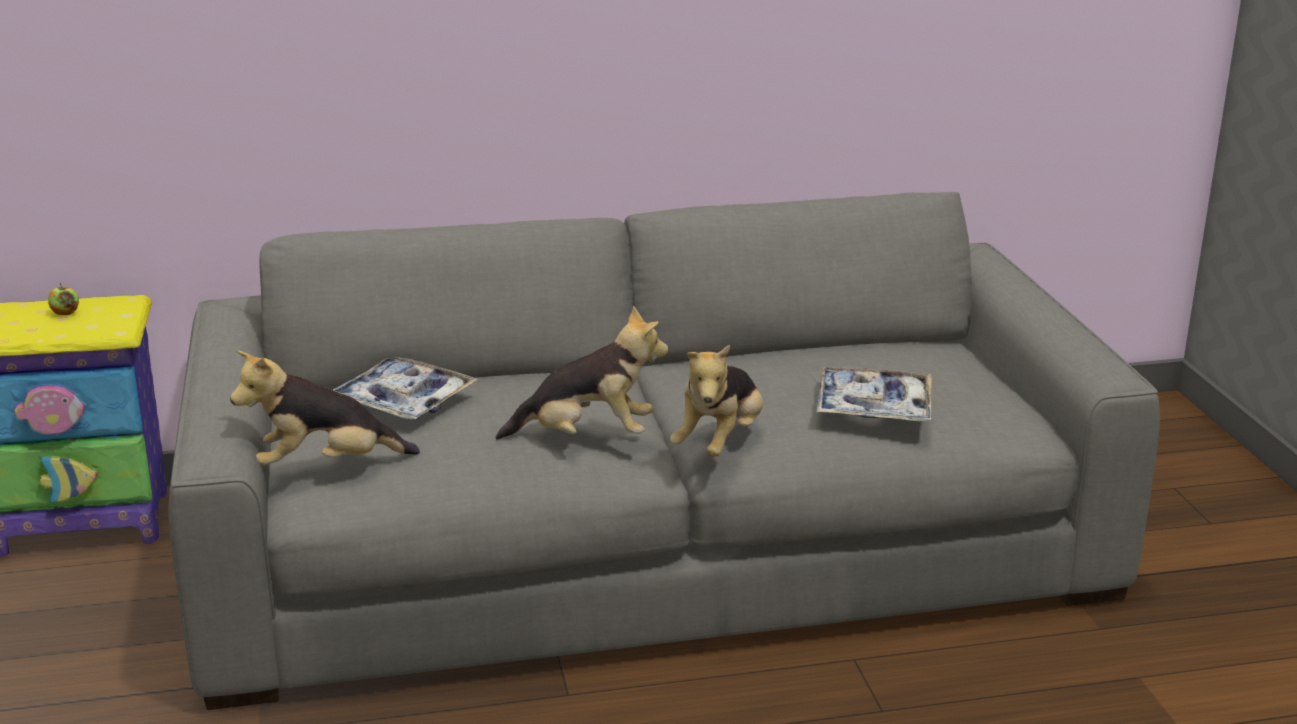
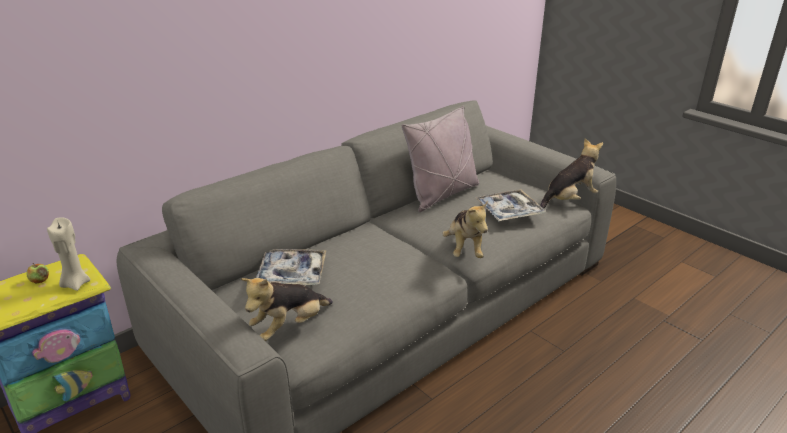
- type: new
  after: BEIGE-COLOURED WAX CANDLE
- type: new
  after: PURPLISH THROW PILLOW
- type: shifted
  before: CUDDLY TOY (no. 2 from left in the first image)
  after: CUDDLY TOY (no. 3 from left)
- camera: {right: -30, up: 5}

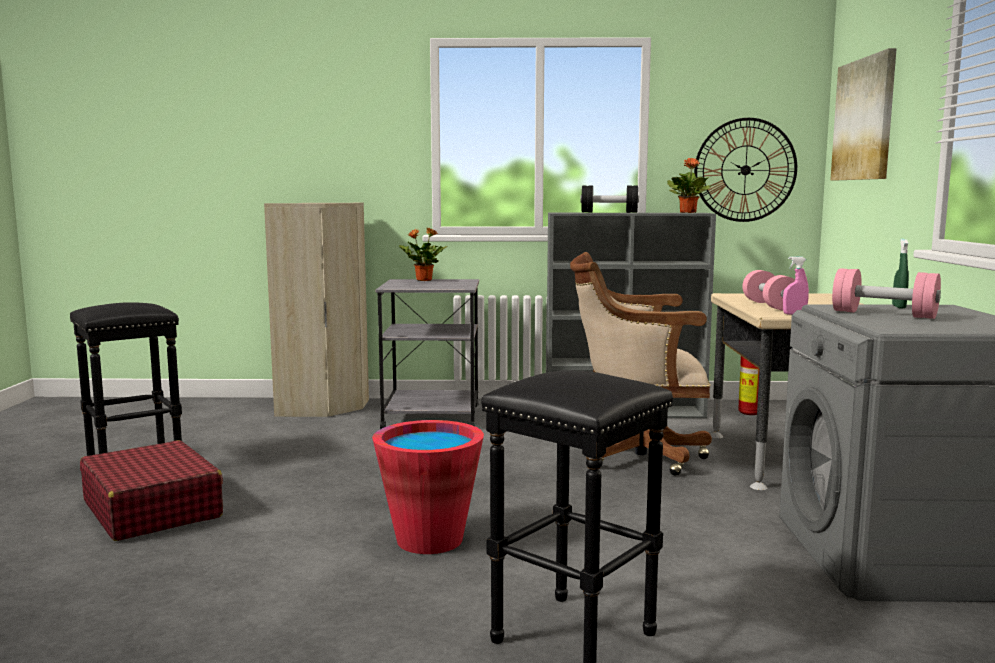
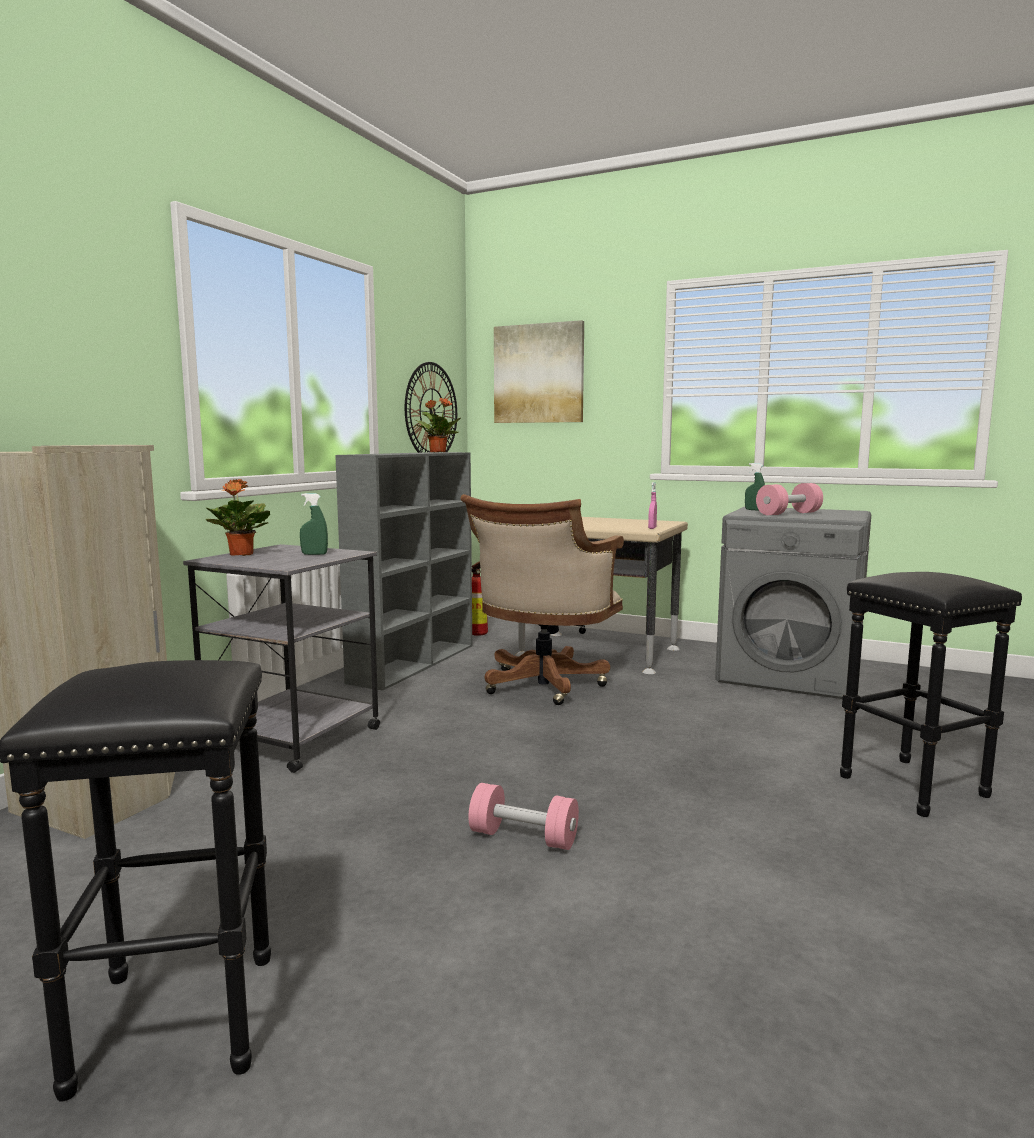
- type: gone
  before: REDDISH TRAVEL CASE
- type: gone
  before: REDDISH BUCKET
- type: gone
  before: BLACKISH HAND WEIGHT
- type: new
  after: GREEN SPRAY BOTTLE (no. 1 from left)
- type: shifted
  before: PINK HAND WEIGHT (no. 1 from left)
- camera: {right: -65, up: 0}

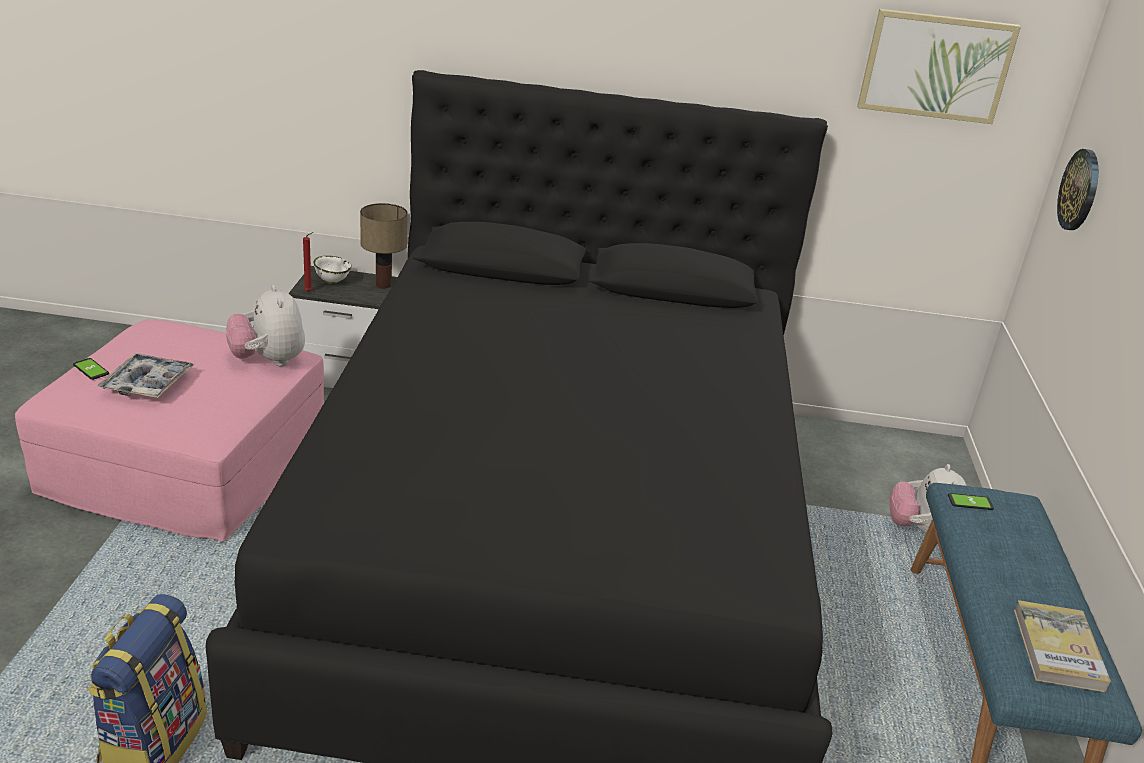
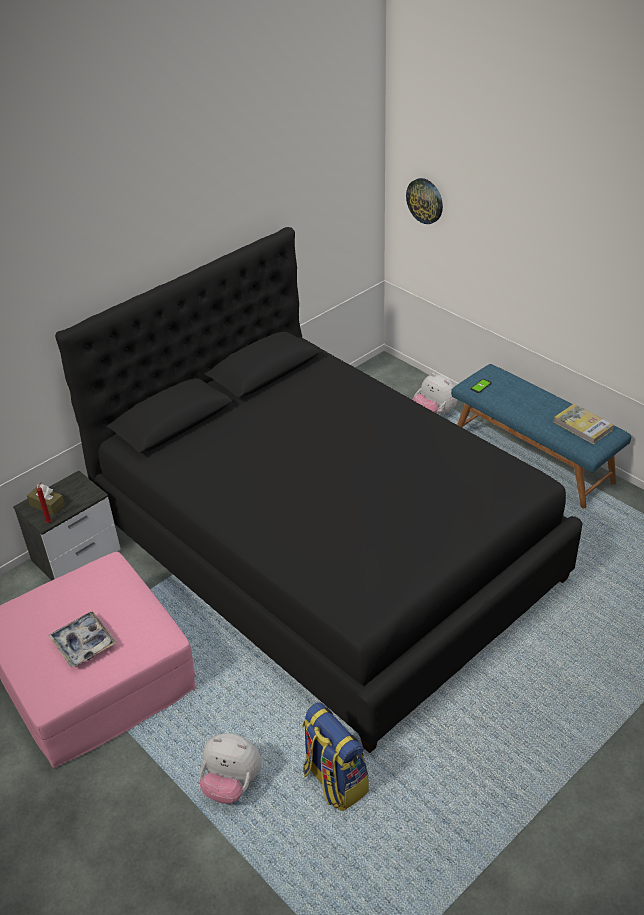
- type: gone
  before: HANDSET (no. 1 from left)
- type: gone
  before: TABLETOP LAMP
- type: gone
  before: WALL ART
- type: shifted
  before: CUDDLY TOY (no. 1 from left)
- type: swapped
  before: WHITE DEEP DISH
  after: BROWN-COLOURED TISSUE BOX
- camera: {right: -45, up: 10}

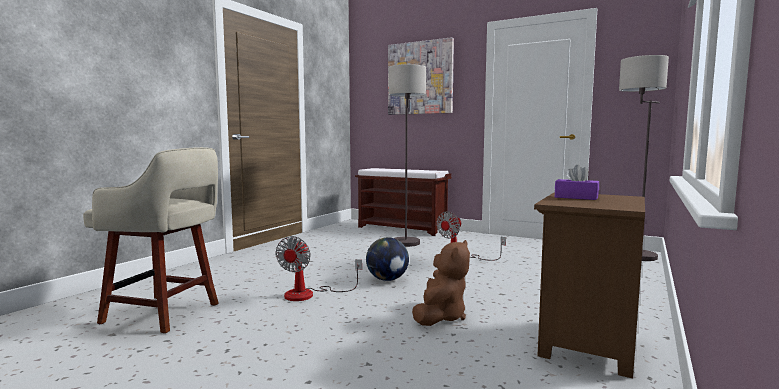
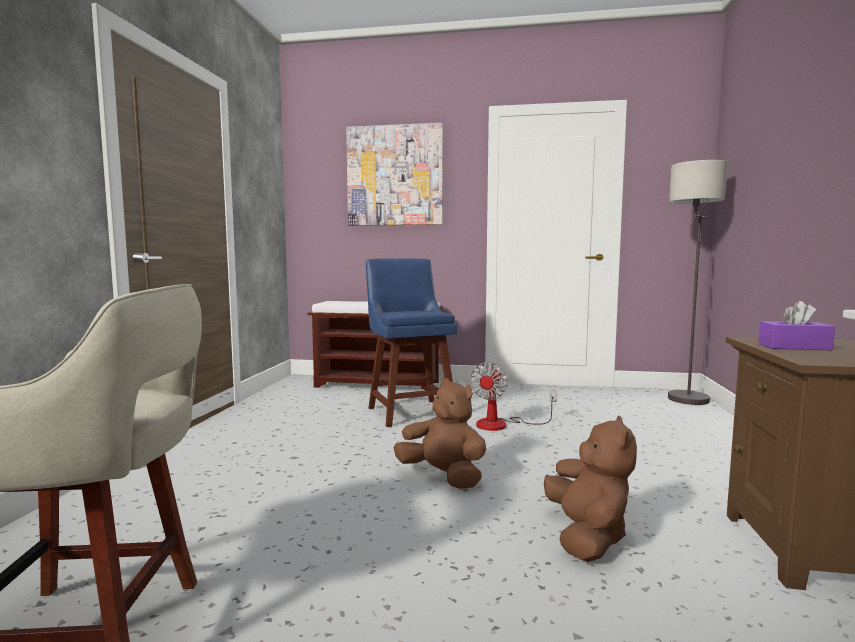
- type: gone
  before: COOLING FAN (no. 1 from left)
- type: swapped
  before: GLOBE
  after: BROWN-COLOURED CUDDLY TOY (no. 1 from left)
- type: swapped
  before: GREY FLOOR LAMP (no. 1 from left)
  after: BLUISH UPRIGHT CHAIR
- camera: {right: -20, up: 0}

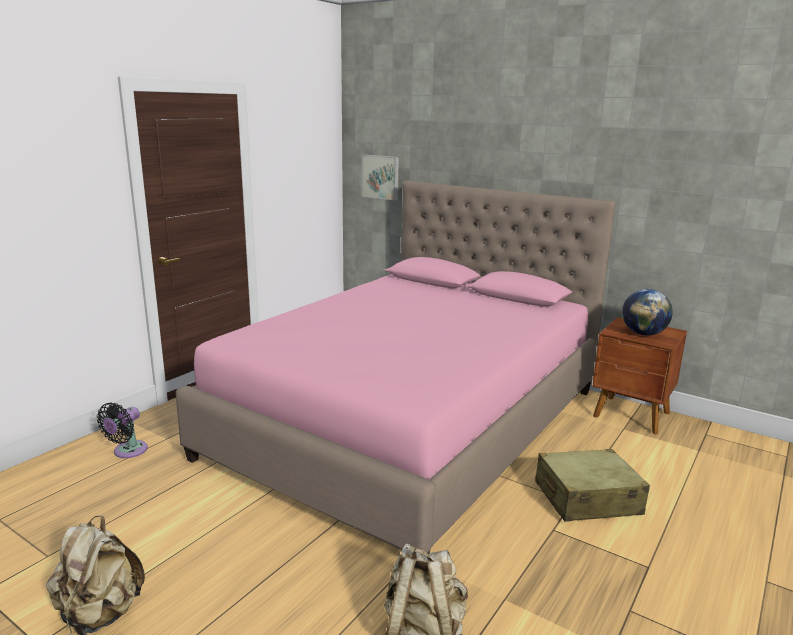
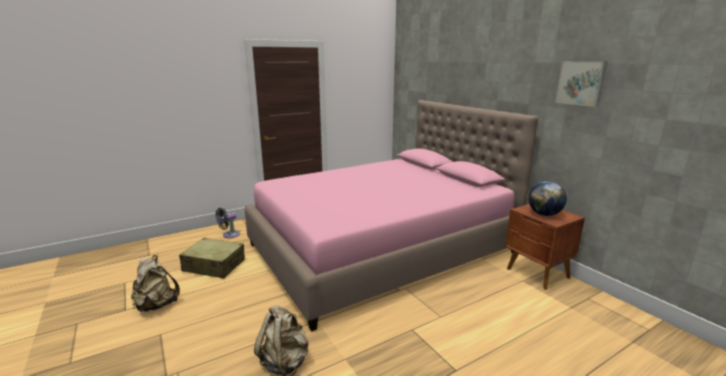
- type: shifted
  before: WALL ART
- type: shifted
  before: BEIGE-COLOURED TRAVEL CASE
- camera: {right: 25, up: 0}

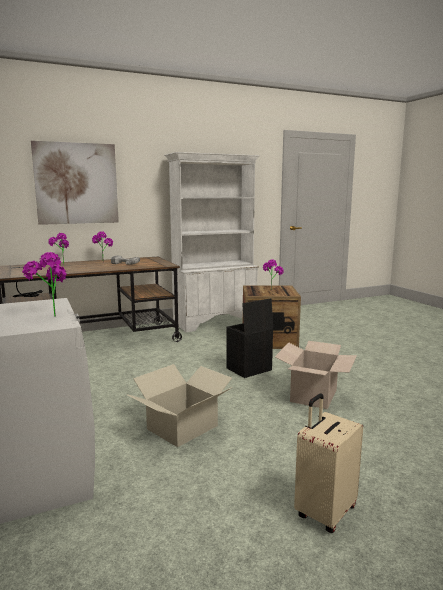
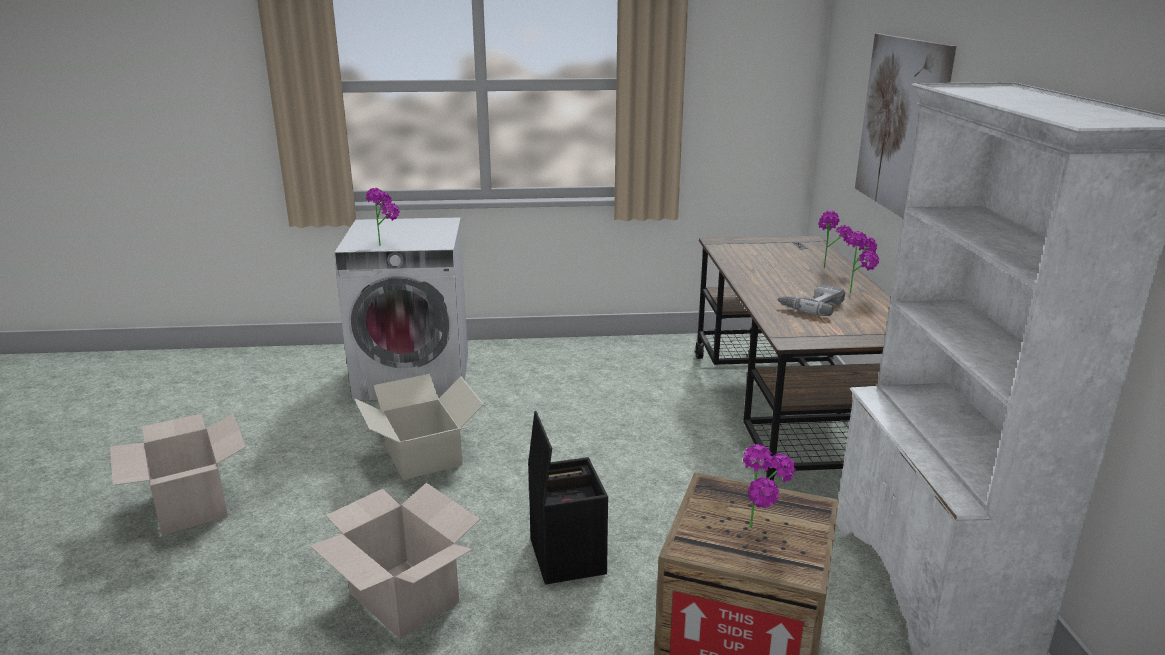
- type: swapped
  before: BEIGE-COLOURED TRAVEL CASE
  after: CARTON (no. 1 from left)
- camera: {right: 110, up: 10}

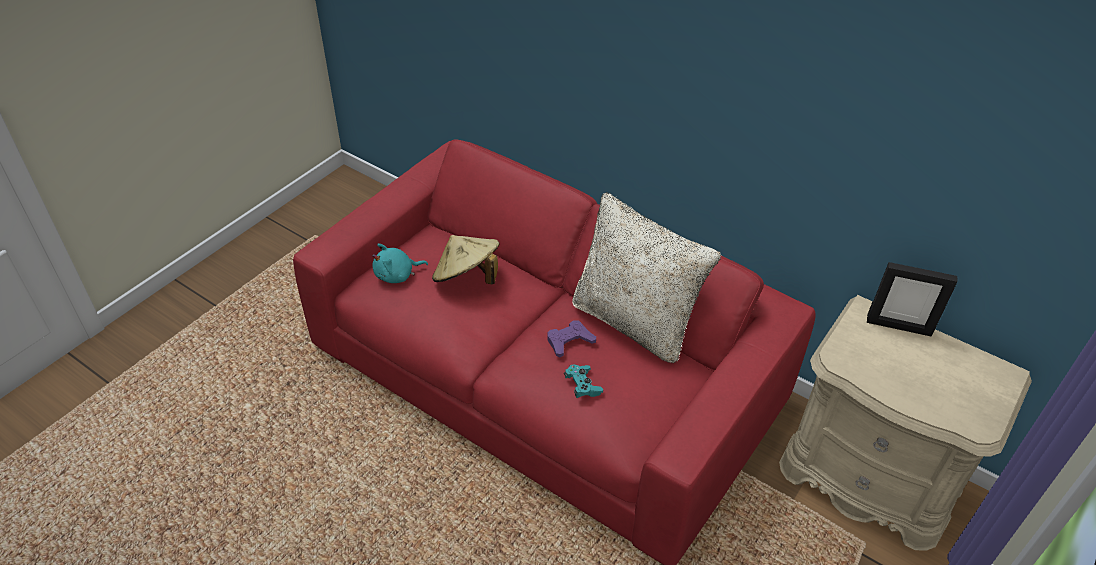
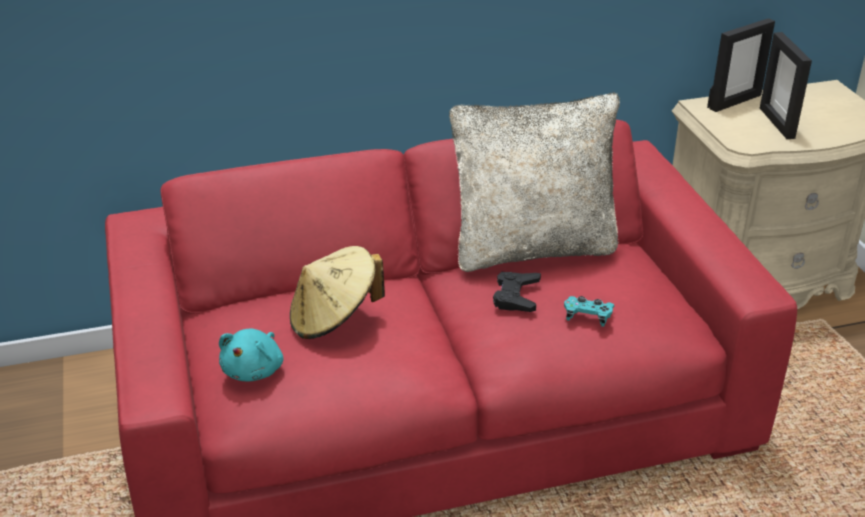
- type: new
  after: PHOTO FRAME (no. 2 from left)
- type: repainted
  before: PURPLISH JOYPAD
  after: BLACKISH JOYPAD
- camera: {right: -50, up: -10}

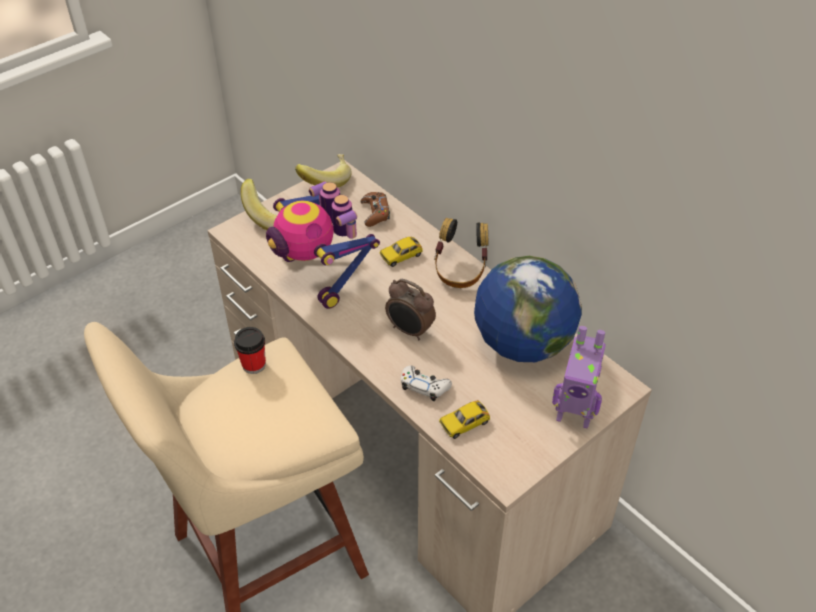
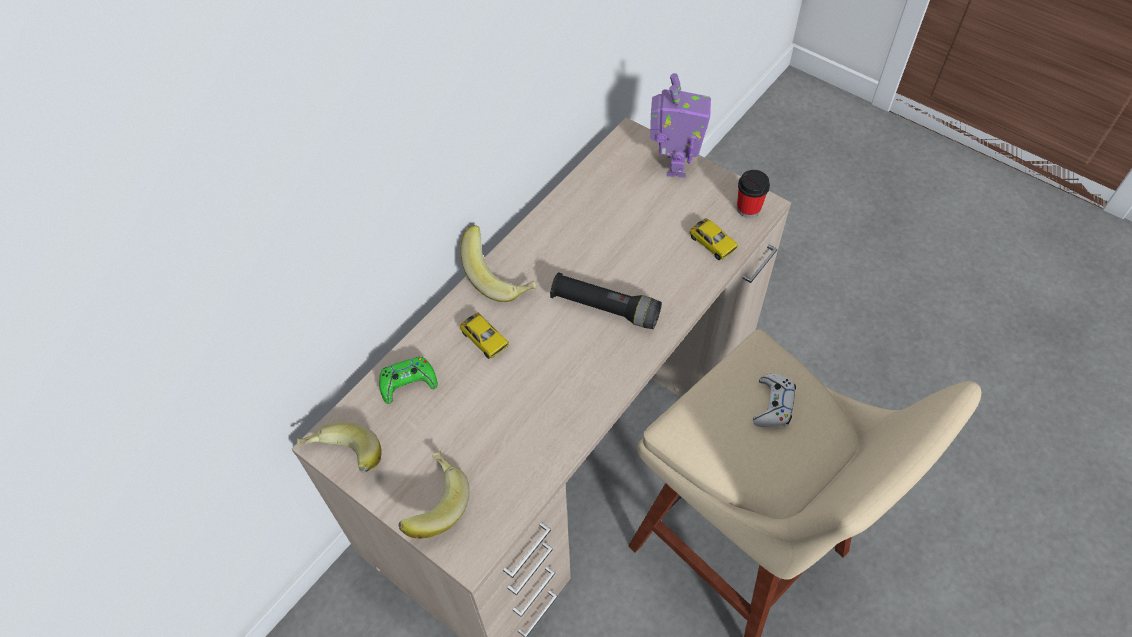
- type: gone
  before: MODEL ROBOT (no. 1 from left)
- type: gone
  before: GLOBE
- type: shifted
  before: SMALL CUP
- type: shifted
  before: WHITE JOYPAD
- type: swapped
  before: TABLE CLOCK
  after: BLACKISH TORCH
- type: swapped
  before: HEADSET
  after: BANANA FRUIT (no. 3 from left)
- type: repainted
  before: BROWN-COLOURED JOYPAD
  after: GREEN JOYPAD
- camera: {right: -100, up: 10}

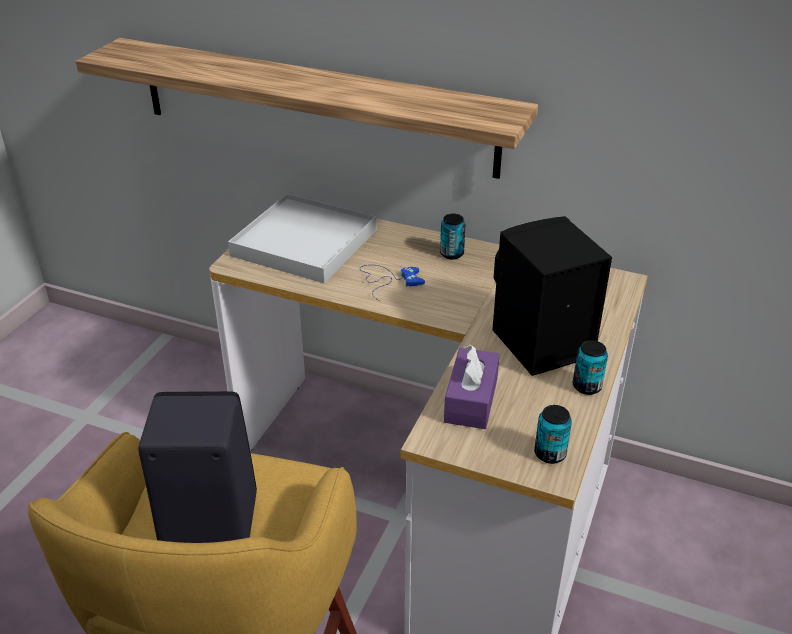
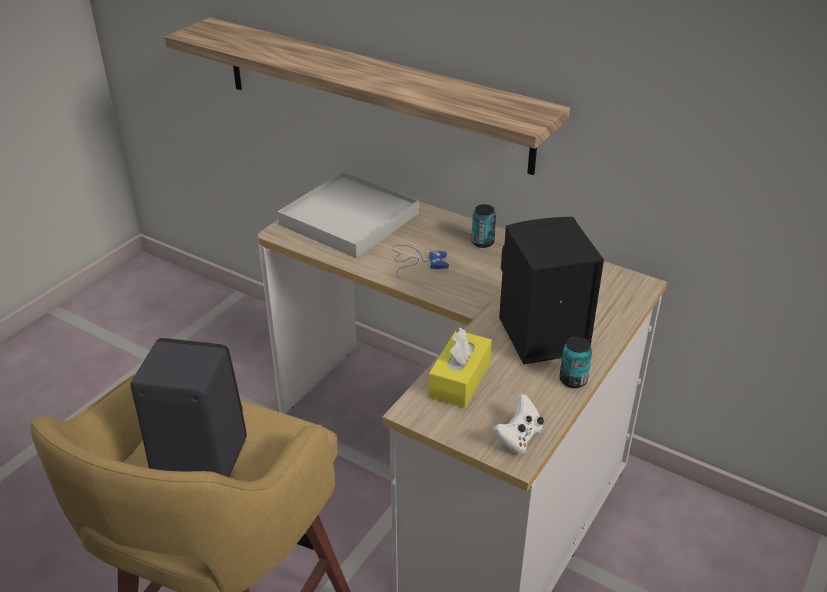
- type: swapped
  before: CAN (no. 2 from left)
  after: WHITE JOYPAD
- type: repainted
  before: PURPLISH TISSUE BOX
  after: YELLOWISH TISSUE BOX
- camera: {right: 10, up: 0}

